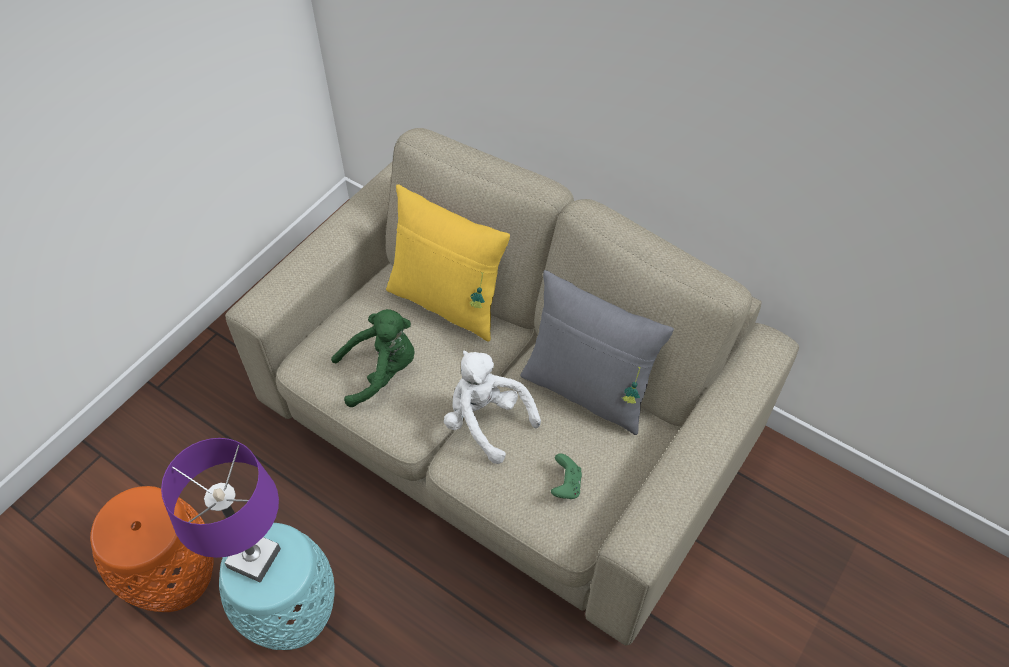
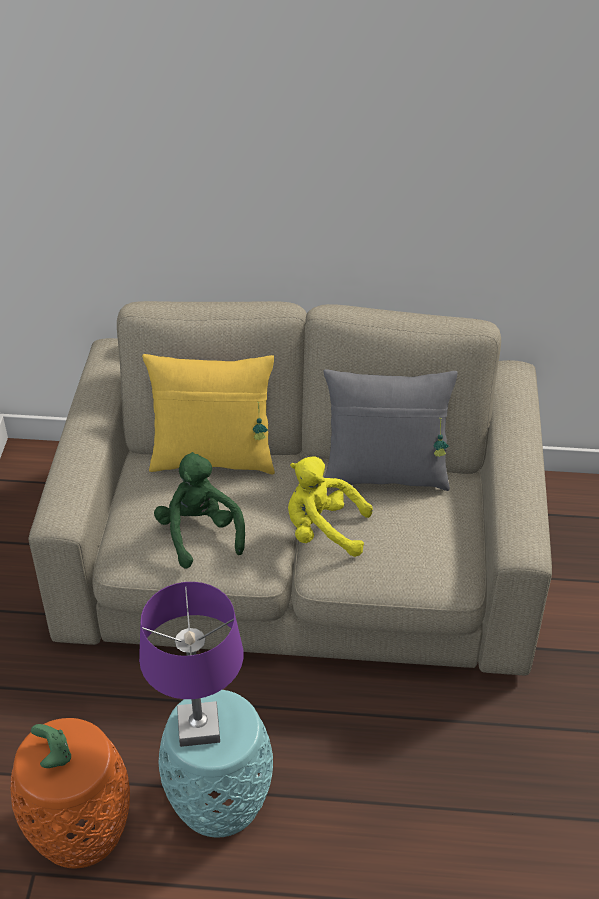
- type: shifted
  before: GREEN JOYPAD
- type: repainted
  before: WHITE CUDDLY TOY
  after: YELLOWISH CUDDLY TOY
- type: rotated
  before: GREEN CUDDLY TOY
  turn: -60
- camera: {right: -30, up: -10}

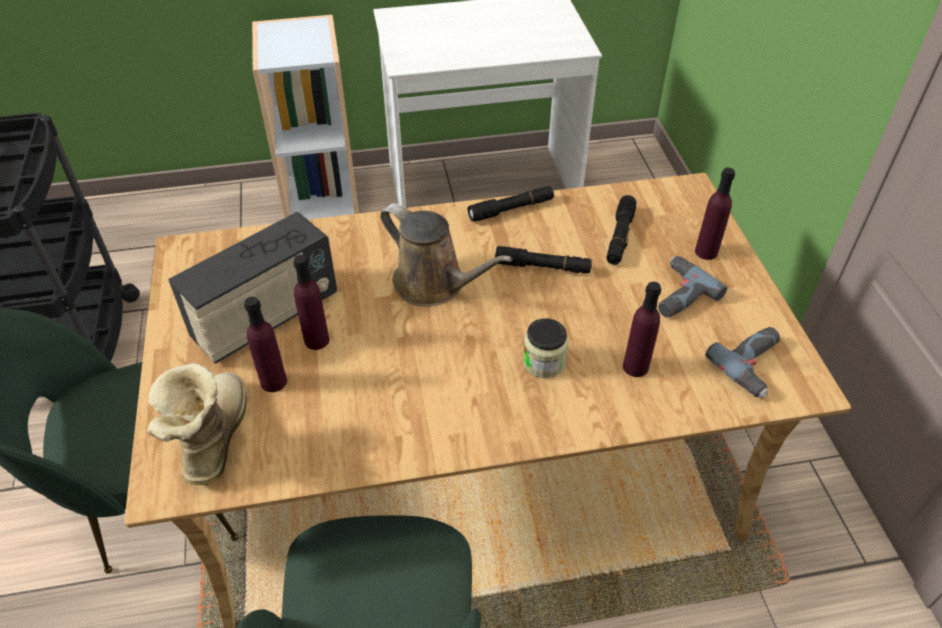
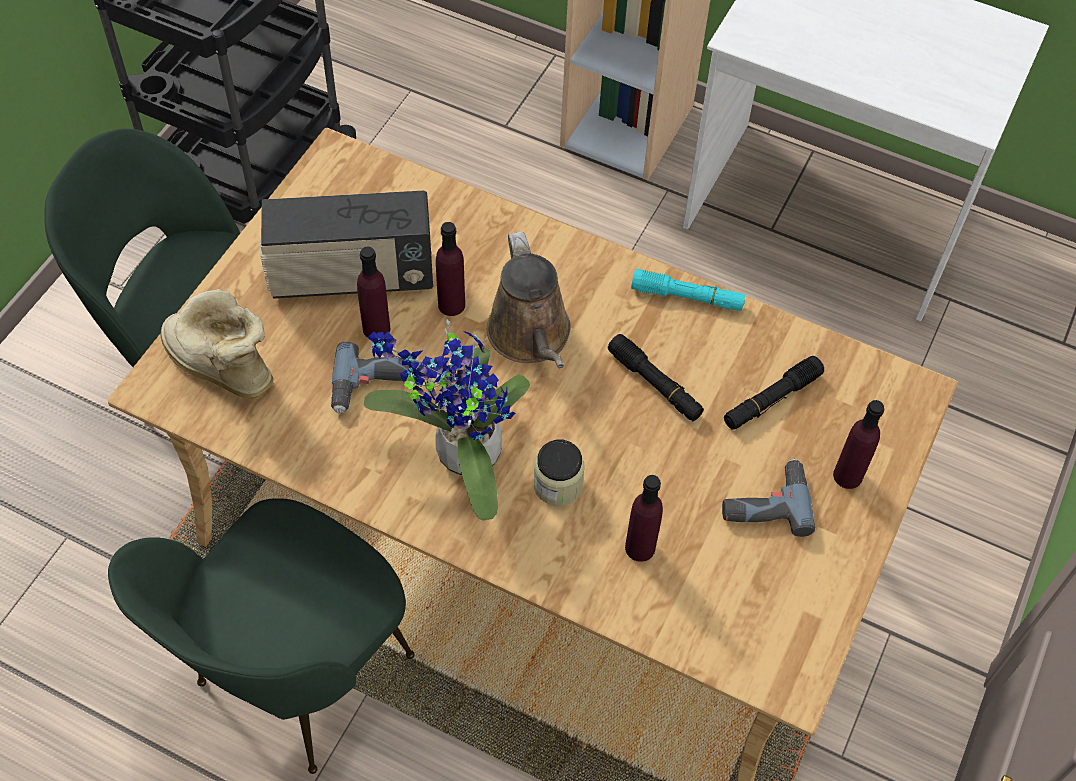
- type: new
  after: POTTED PLANT
- type: shifted
  before: PURPLISH BOTTLE (no. 1 from left in the first image)
  after: PURPLISH BOTTLE (no. 2 from left)
- type: shifted
  before: ELECTRIC DRILL (no. 2 from left in the first image)
  after: ELECTRIC DRILL (no. 1 from left)
- type: repainted
  before: BLACKISH TORCH (no. 1 from left)
  after: TURQUOISE-COLOURED TORCH
- type: rotated
  before: BOOT
  turn: -90
- camera: {right: 35, up: 10}

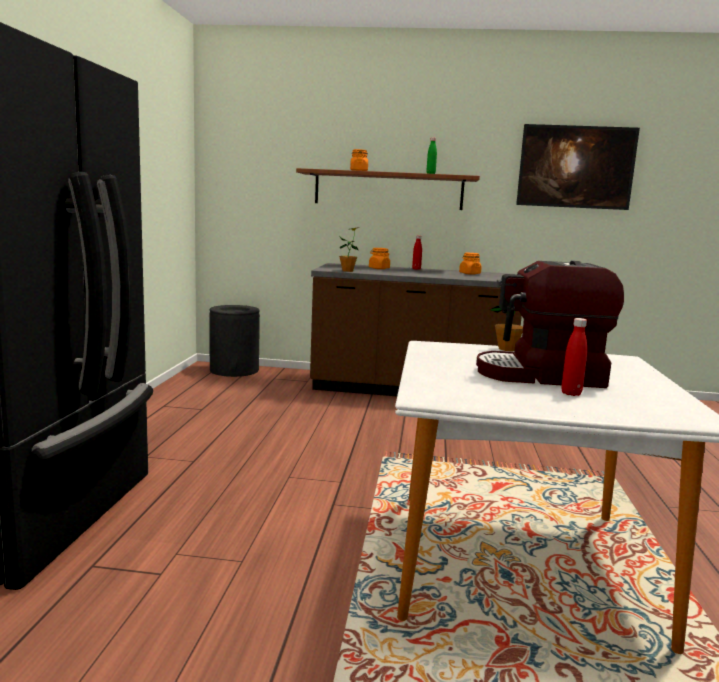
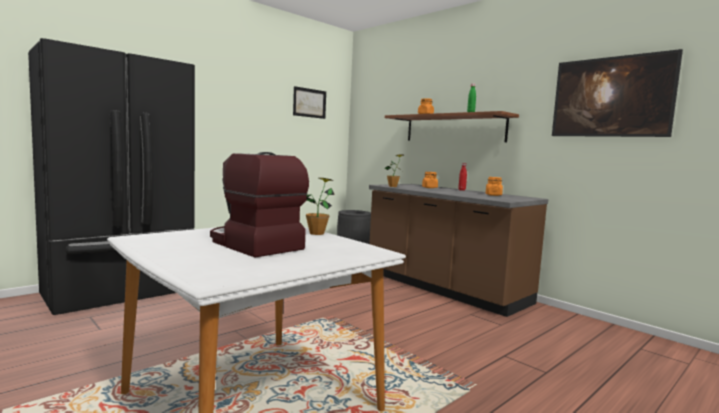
- type: gone
  before: REDDISH BOTTLE (no. 2 from left)
- type: new
  after: WALL ART (no. 1 from left)
- camera: {right: 40, up: -5}

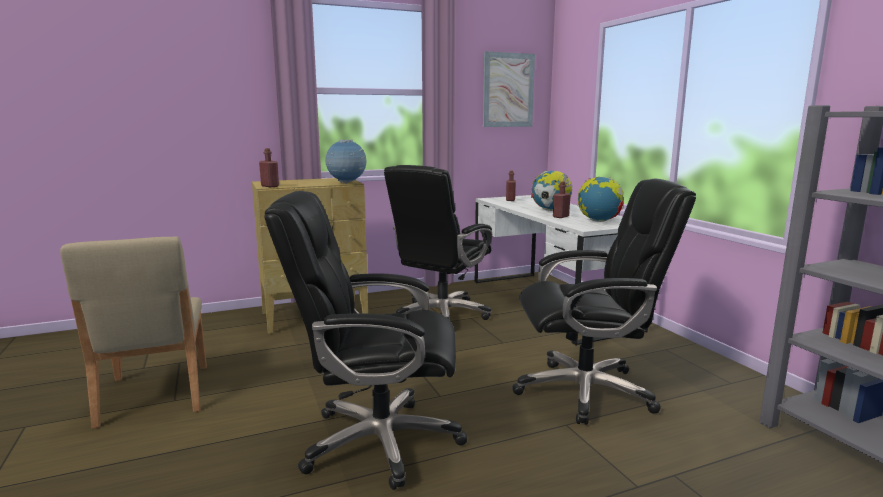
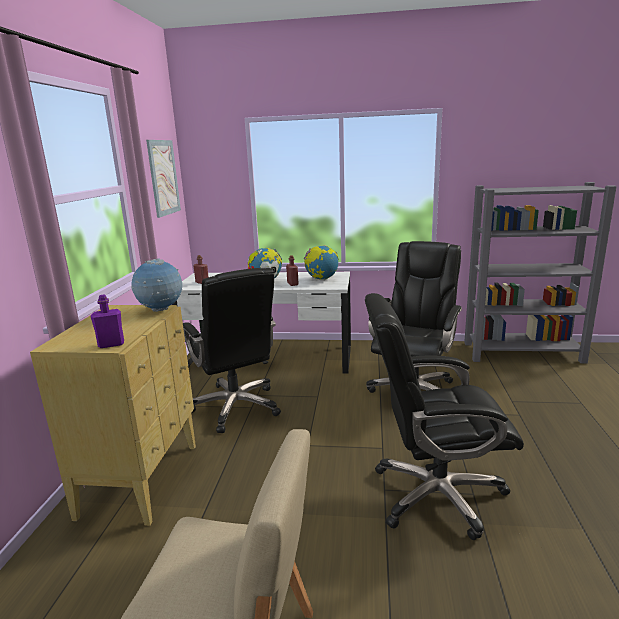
- type: repainted
  before: REDDISH BOTTLE (no. 1 from left)
  after: PURPLISH BOTTLE
- type: rotated
  before: BLACKISH OFFICE CHAIR (no. 1 from left in the first image)
  turn: 60
- camera: {right: -60, up: 5}

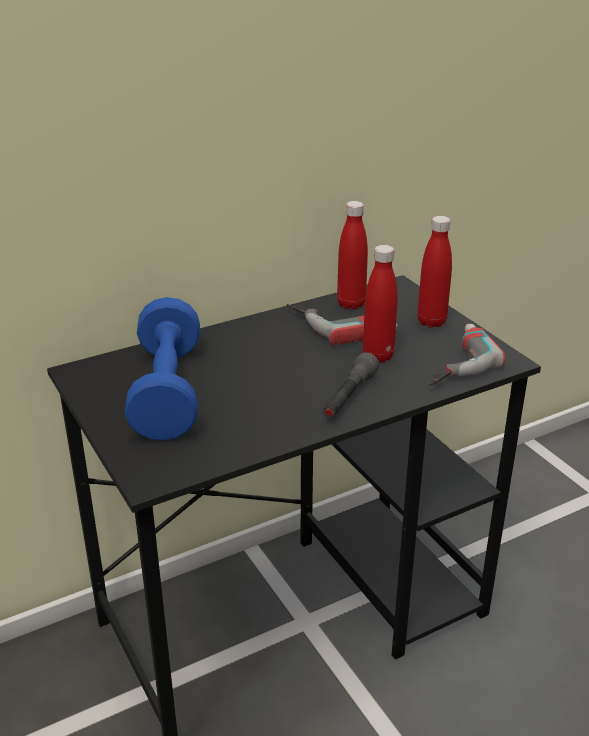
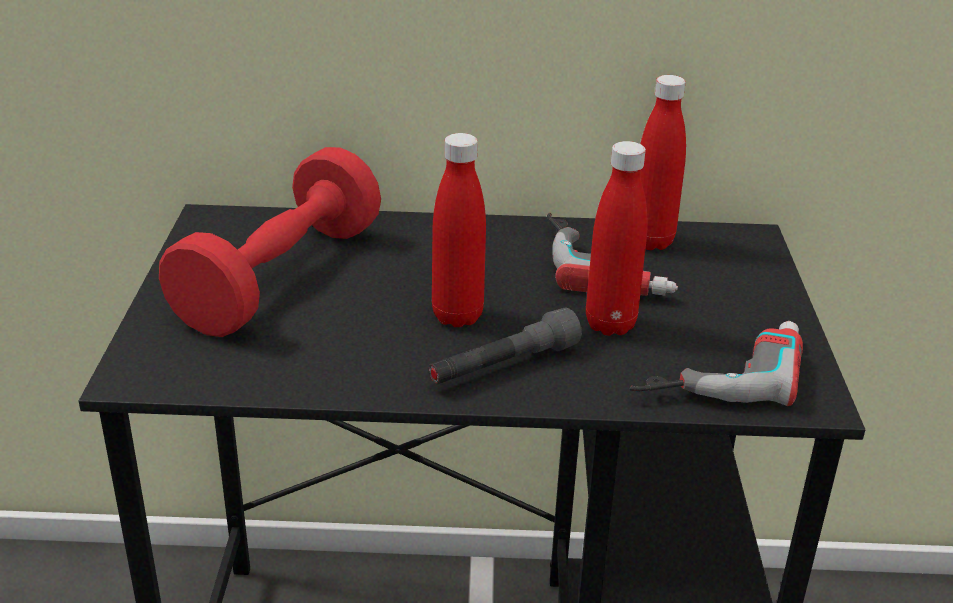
- type: shifted
  before: REDDISH BOTTLE (no. 3 from left in the first image)
  after: REDDISH BOTTLE (no. 1 from left)
- type: repainted
  before: BLUISH HAND WEIGHT
  after: REDDISH HAND WEIGHT
- camera: {right: 30, up: 0}

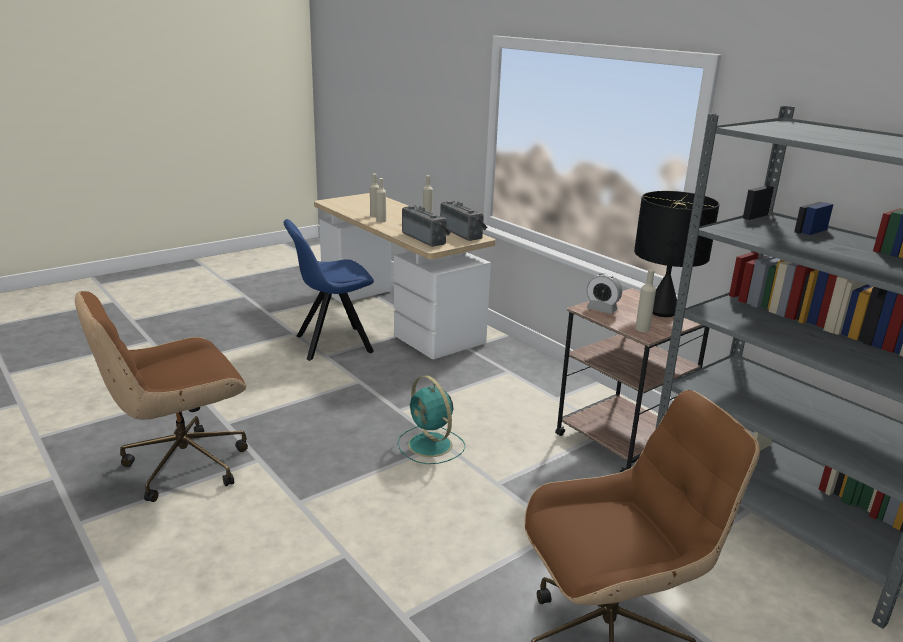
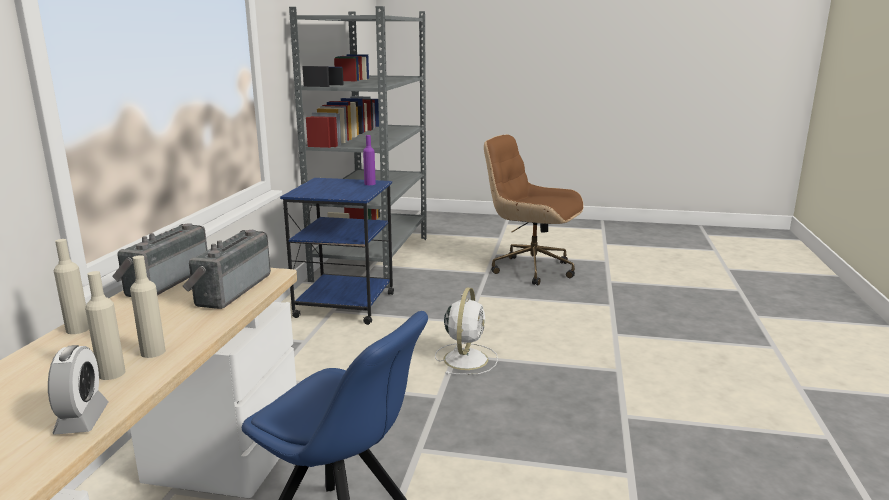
- type: gone
  before: BROWN-COLOURED OFFICE CHAIR (no. 1 from left)
- type: gone
  before: BLACKISH TABLETOP LAMP
- type: shifted
  before: TABLE CLOCK
- type: repainted
  before: TURQUOISE-COLOURED COOLING FAN
  after: WHITE COOLING FAN
- type: repainted
  before: BROWN-COLOURED WHEELED CART
  after: BLUISH WHEELED CART
- type: repainted
  before: BEIGE-COLOURED BOTTLE (no. 4 from left)
  after: PURPLISH BOTTLE
- camera: {right: -130, up: -5}

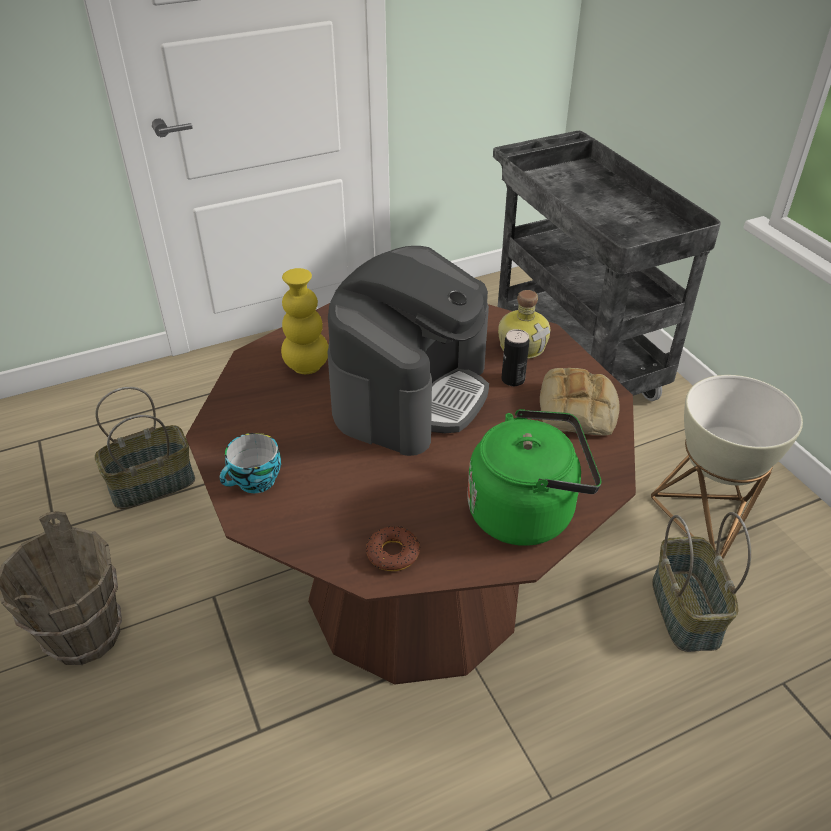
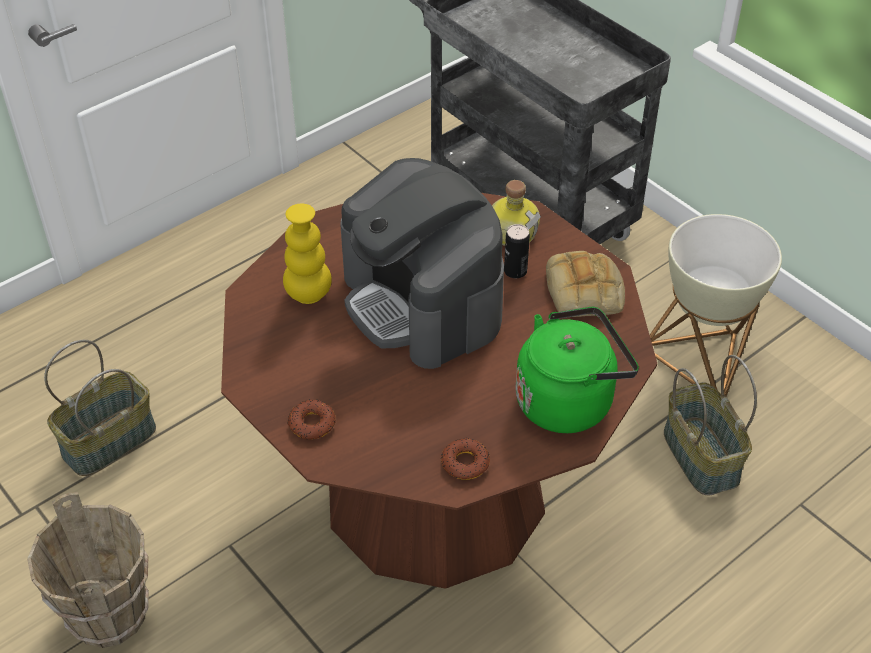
- type: swapped
  before: SMALL CUP
  after: RING DOUGHNUT (no. 1 from left)
- type: rotated
  before: COFFEE BREWER
  turn: 135
- camera: {right: -15, up: 5}

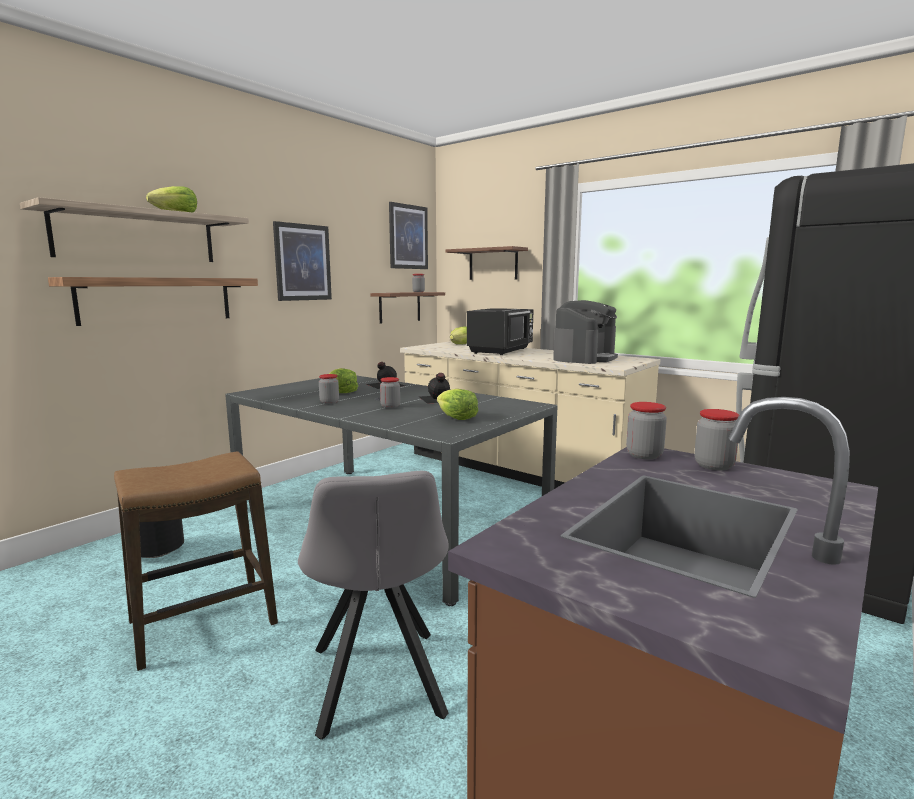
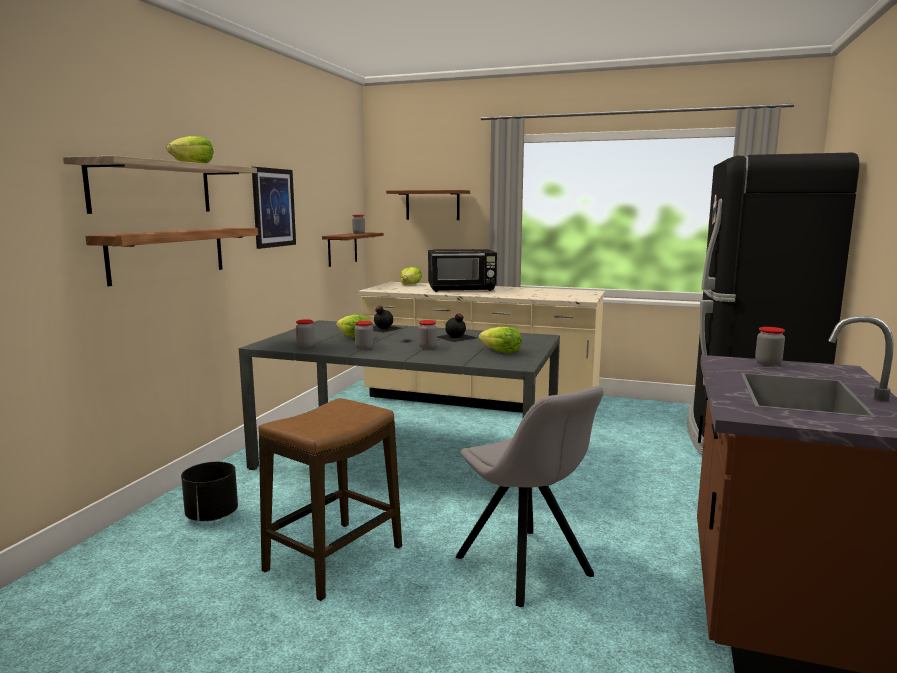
- type: gone
  before: WALL ART (no. 2 from left)
- type: gone
  before: COFFEE BREWER
- type: shifted
  before: STORAGE JAR (no. 4 from left in the first image)
  after: STORAGE JAR (no. 1 from left)
- type: rotated
  before: BLACKISH MICROWAVE OVEN
  turn: 75
- camera: {right: -20, up: 0}

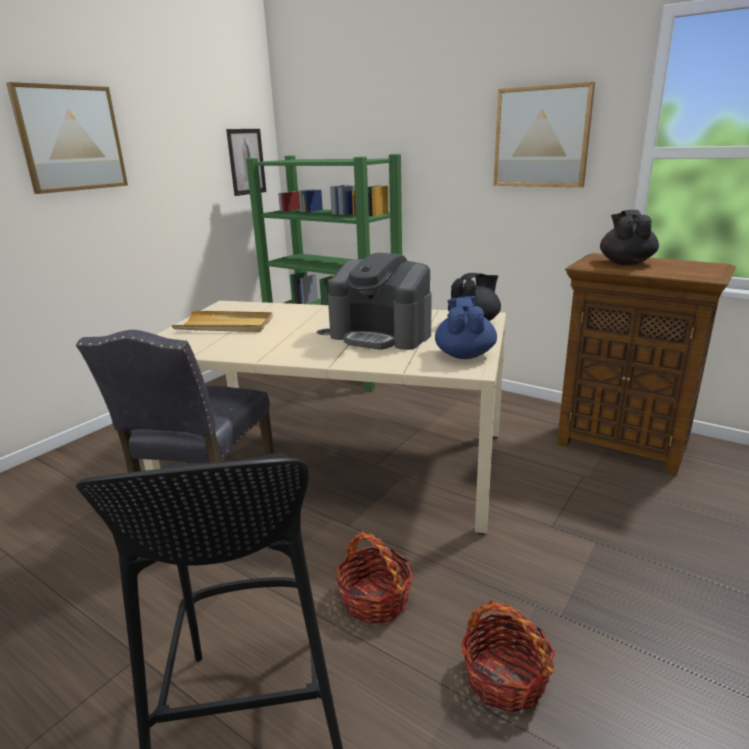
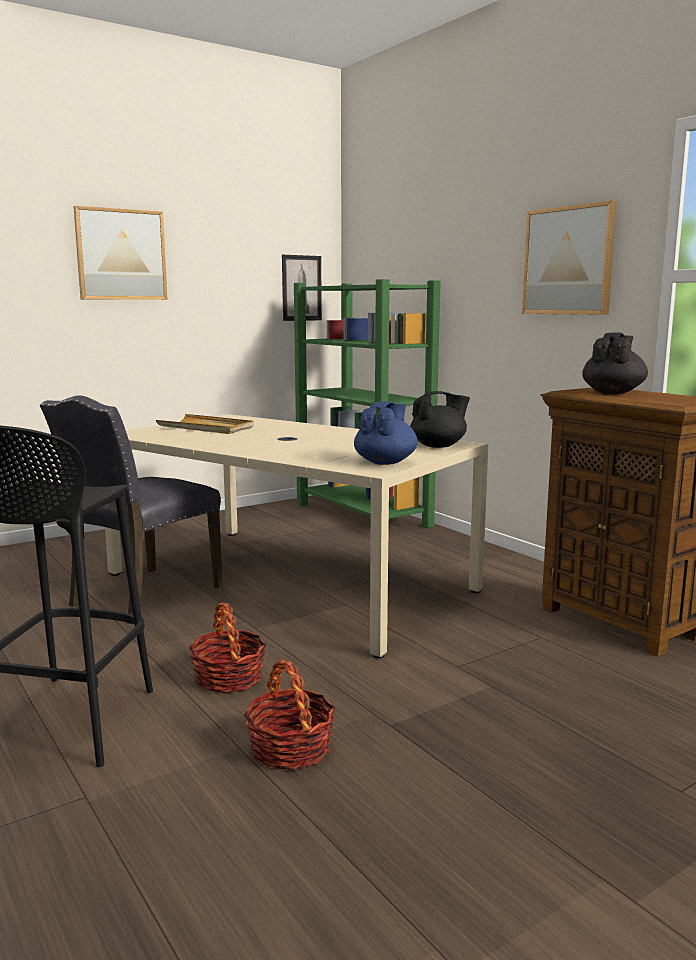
- type: gone
  before: COFFEE BREWER
- camera: {right: 20, up: -10}

